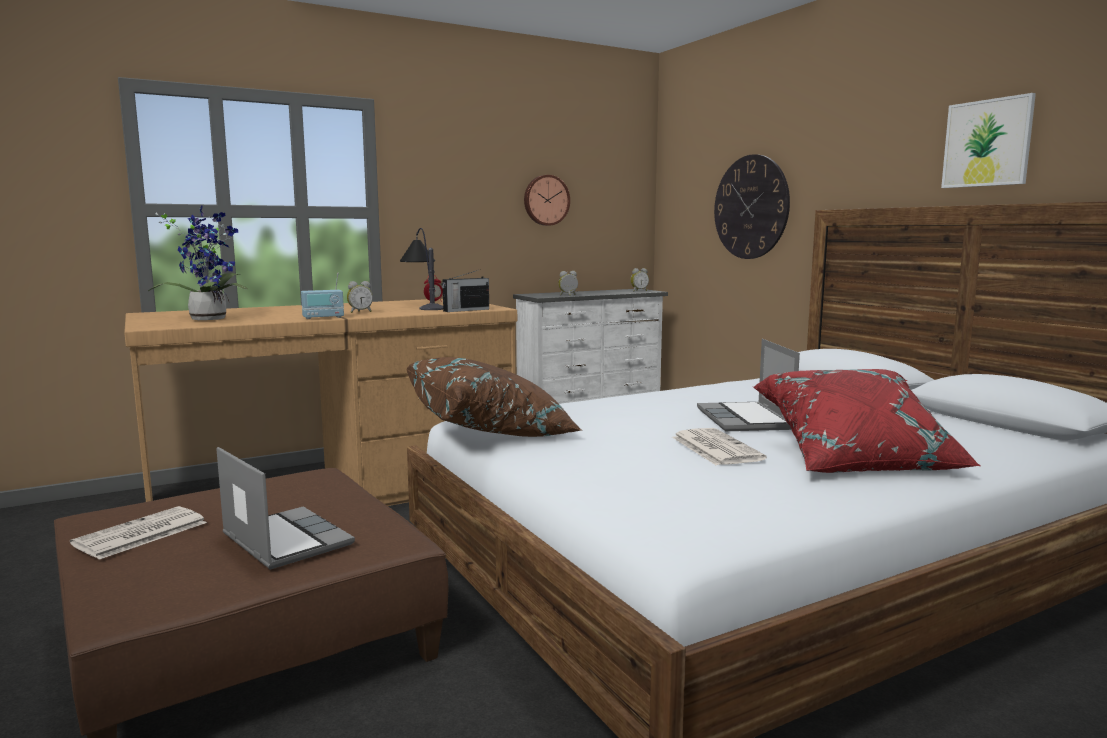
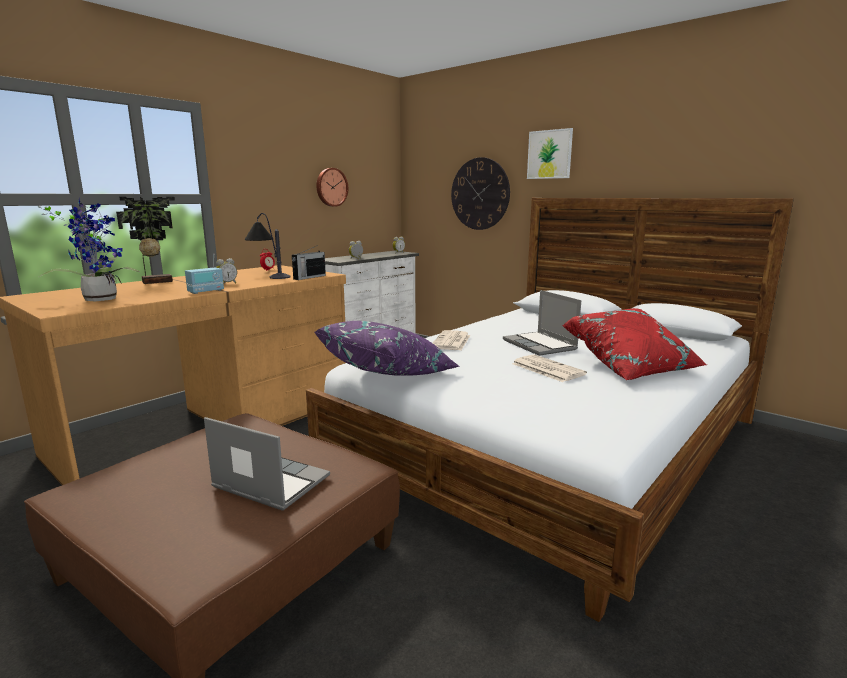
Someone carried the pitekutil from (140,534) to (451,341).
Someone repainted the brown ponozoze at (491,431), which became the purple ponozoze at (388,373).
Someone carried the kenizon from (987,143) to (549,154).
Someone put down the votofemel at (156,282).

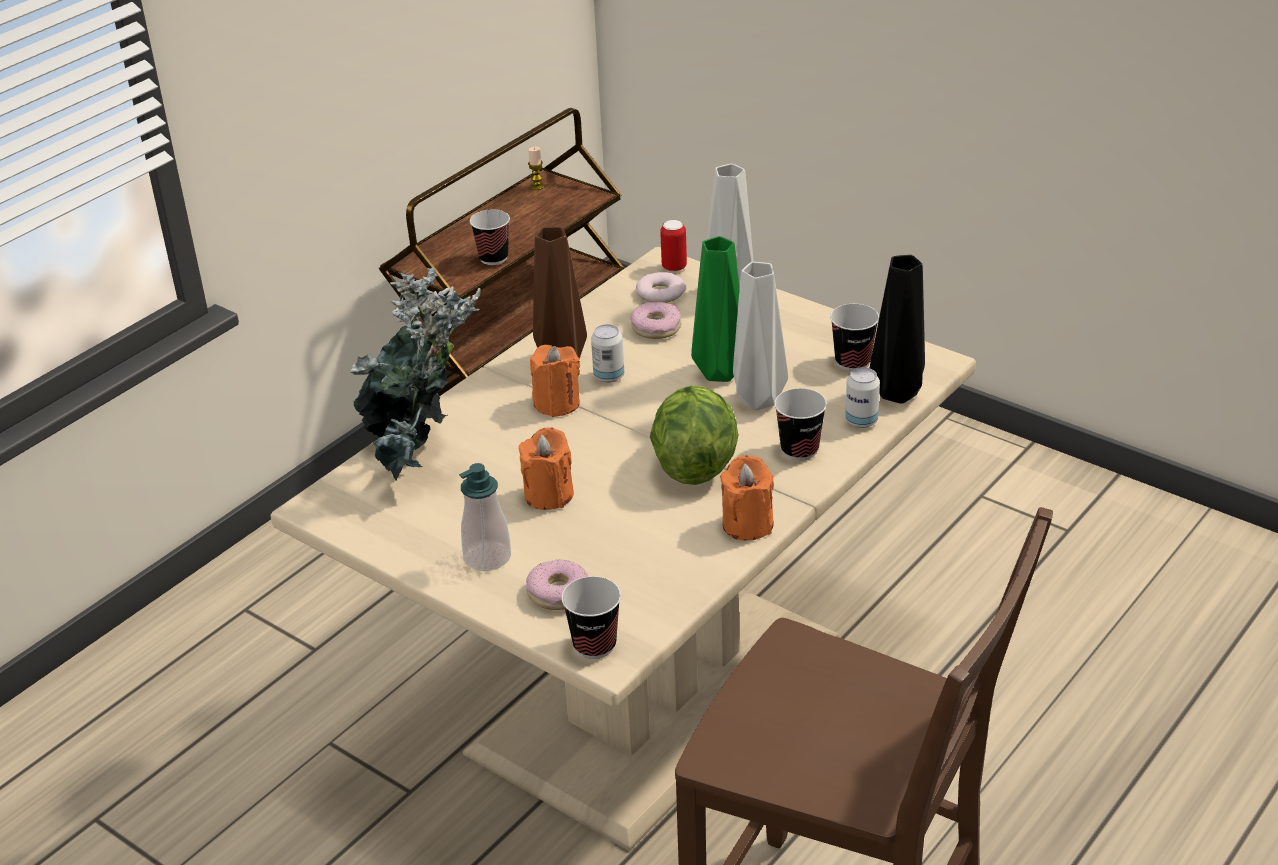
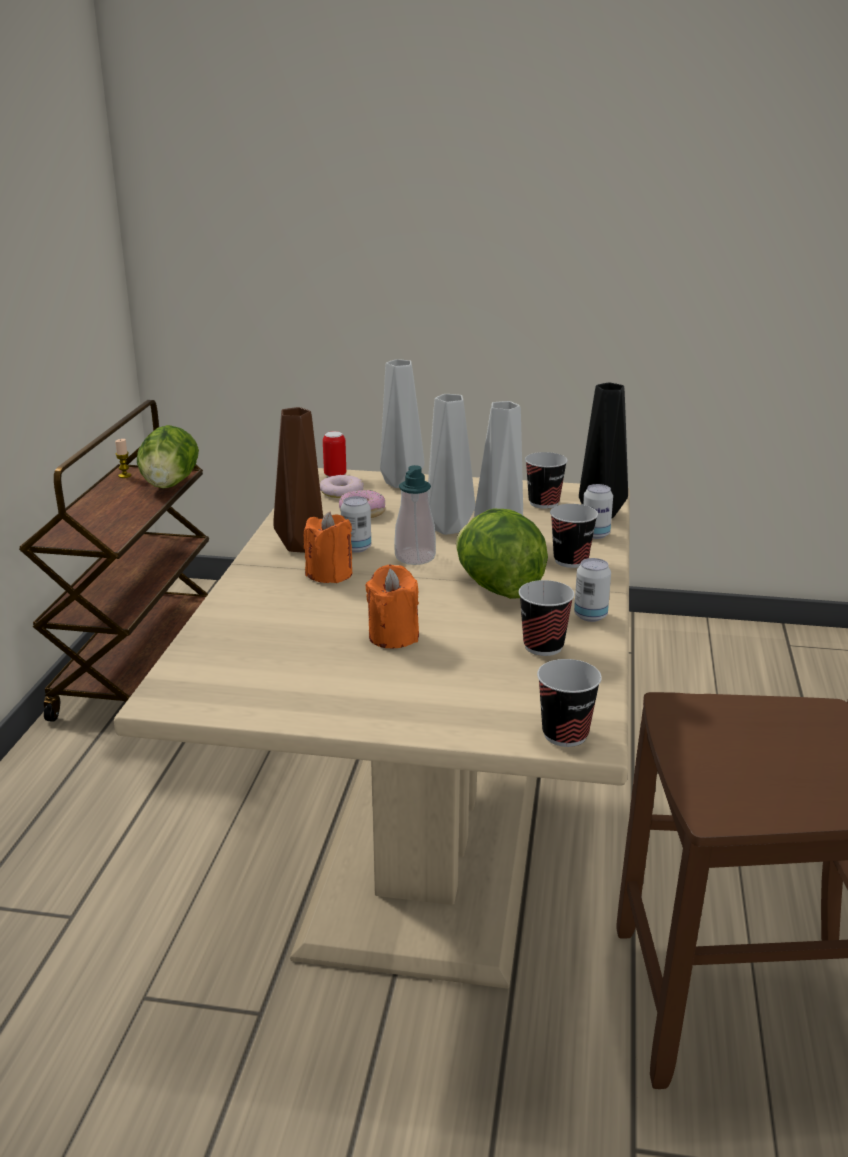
Someone took away the votofemel at (420,459).
Someone carried the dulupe from (487,557) to (415,557).
Someone carried the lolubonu from (493,258) to (543,646).
Someone took away the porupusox at (558,593).
Someone repainted the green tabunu at (721,372), which became the grey tabunu at (449,527).
Someone swapped the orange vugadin at (747,524) for the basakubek at (590,616).
Someone put down the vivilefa at (170,484).

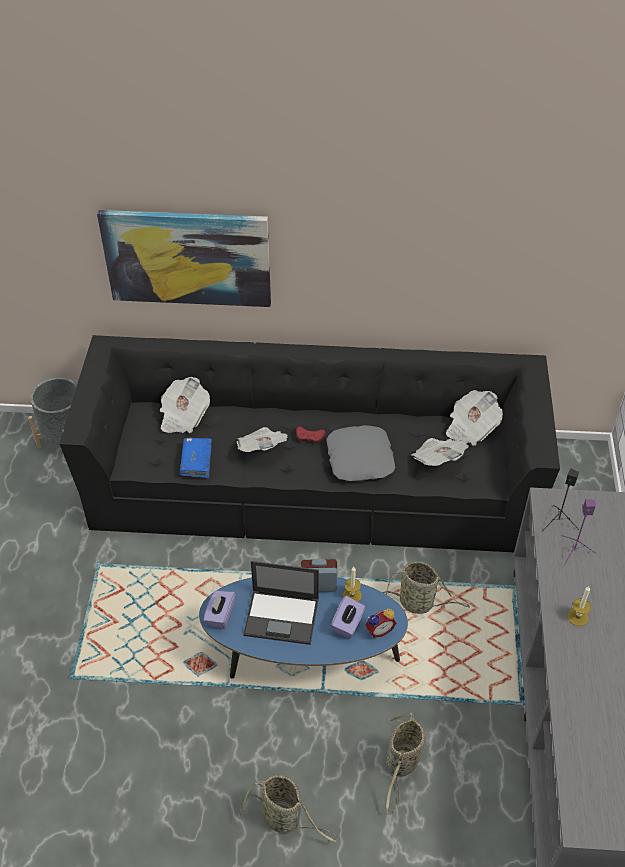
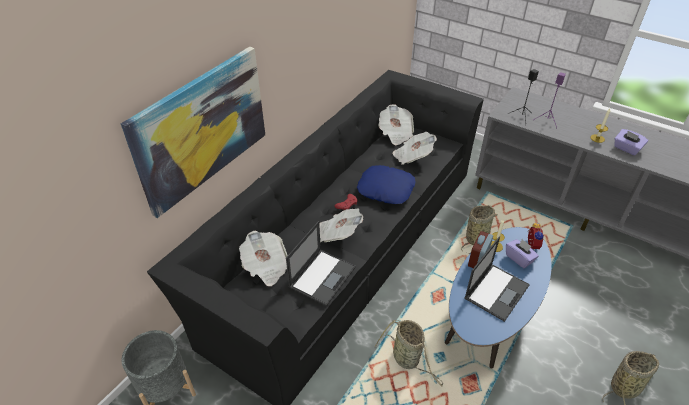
Someone swapped the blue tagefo at (196,461) for the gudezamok at (322,276).
Someone carried the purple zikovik from (220,615) to (626,149).
Someone repainted the grey ponozoze at (360,458), which became the blue ponozoze at (386,189).
Someone carried the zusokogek from (401,764) to (407,359).

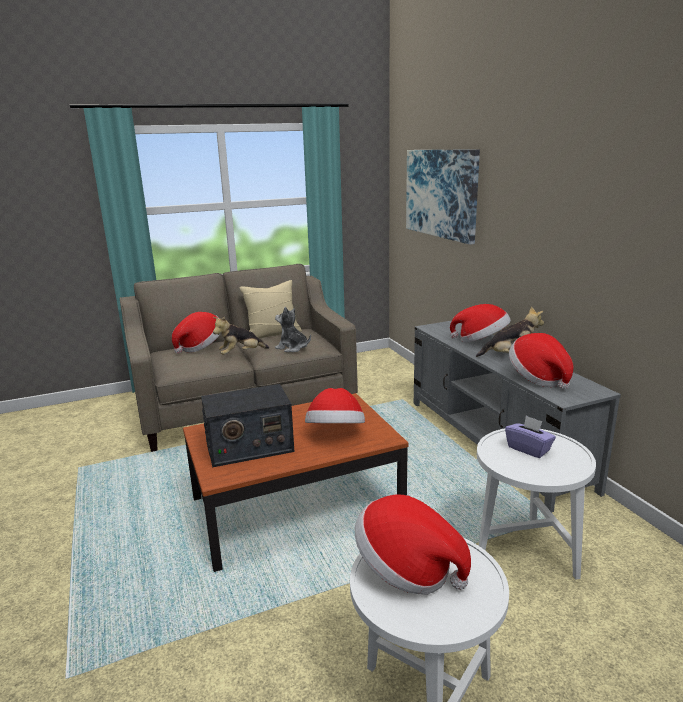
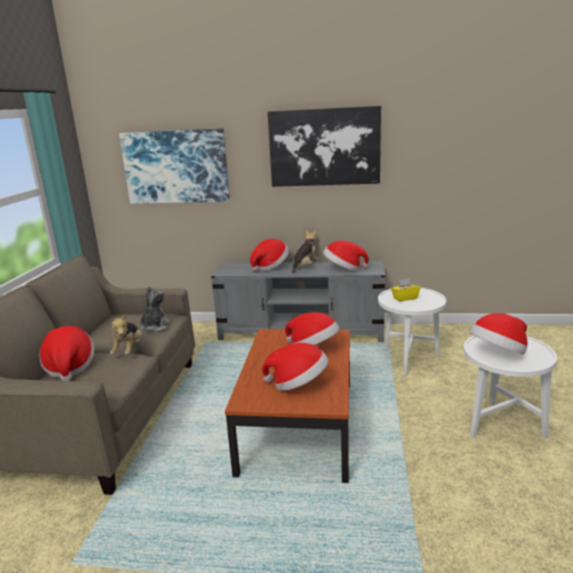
Someone swapped the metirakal at (249,447) for the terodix at (298,384).
Someone took away the beige ponozoze at (273,334).
Someone rotated the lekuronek at (292,348) by 135 degrees clockwise.
Someone repainted the purple zikovik at (528,449), which became the yellow zikovik at (405,298).
Someone put up the kenizon at (324,147).

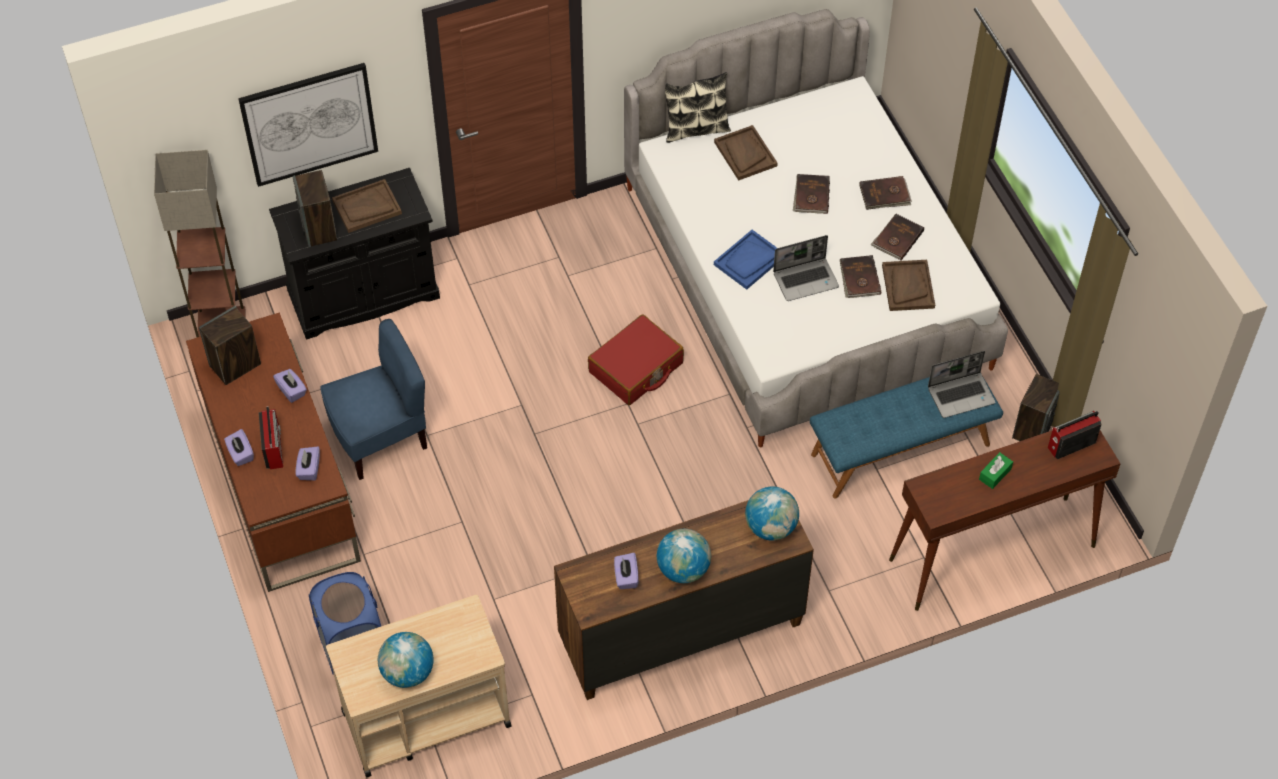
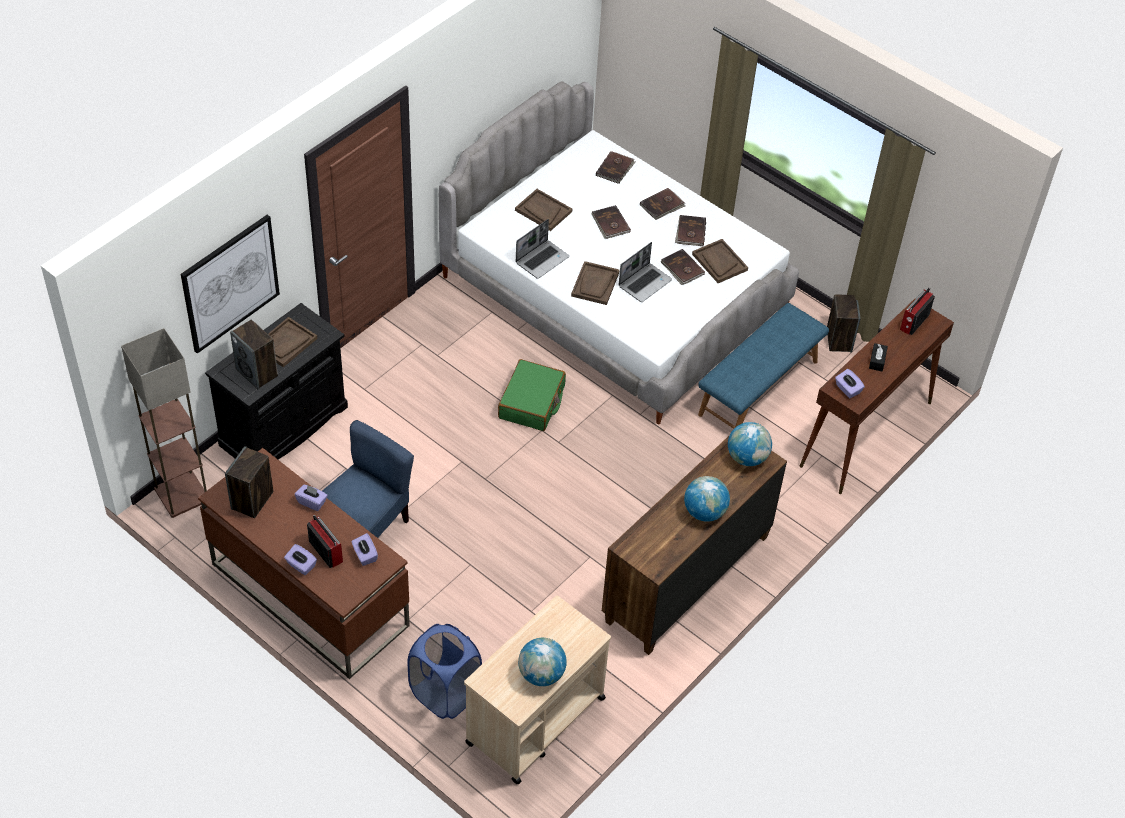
Someone repainted the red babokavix at (636,368), which became the green babokavix at (532,402).
Someone carried the purple zikovik from (626,577) to (847,389).
Someone took away the ponozoze at (696,128).
Someone repainted the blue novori at (749,261), which became the brown novori at (595,284).
Someone carried the gudezamok from (961,395) to (542,259).
Someone repainted the green zikovik at (995,474), which became the black zikovik at (877,361).
Someone put down the brown tagefo at (615,169).

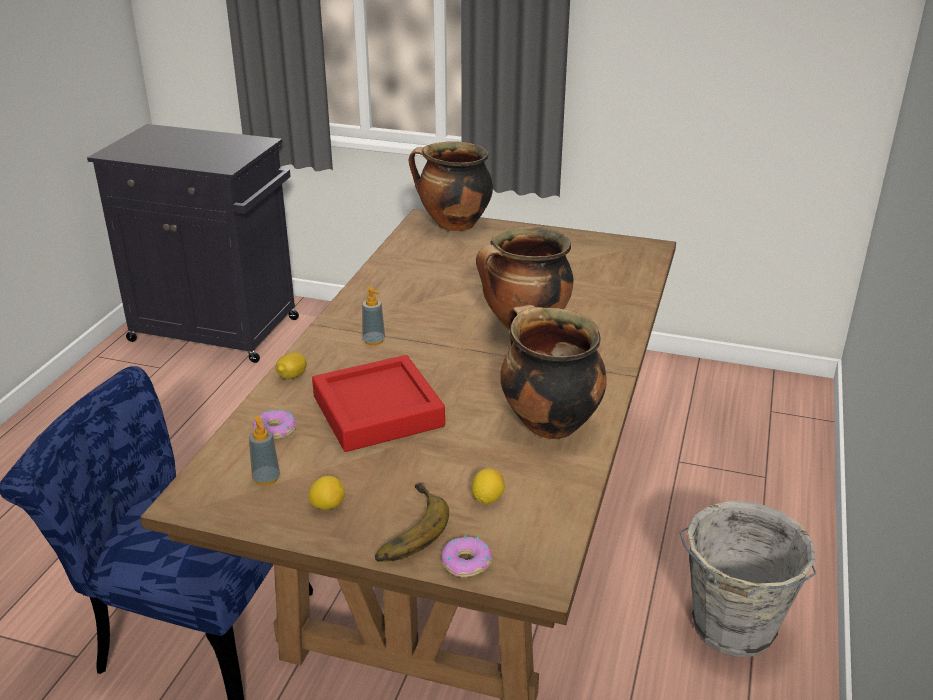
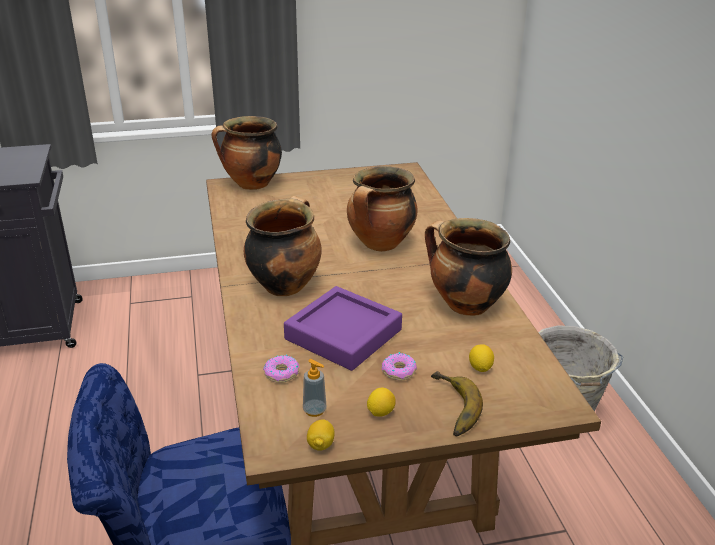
Someone carried the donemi from (292,376) to (320,445).
Someone repainted the red novori at (378,411), which became the purple novori at (343,334).
Someone swapped the dulupe at (374,341) for the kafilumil at (284,285).
Someone carried the porupusox from (466,563) to (399,371).

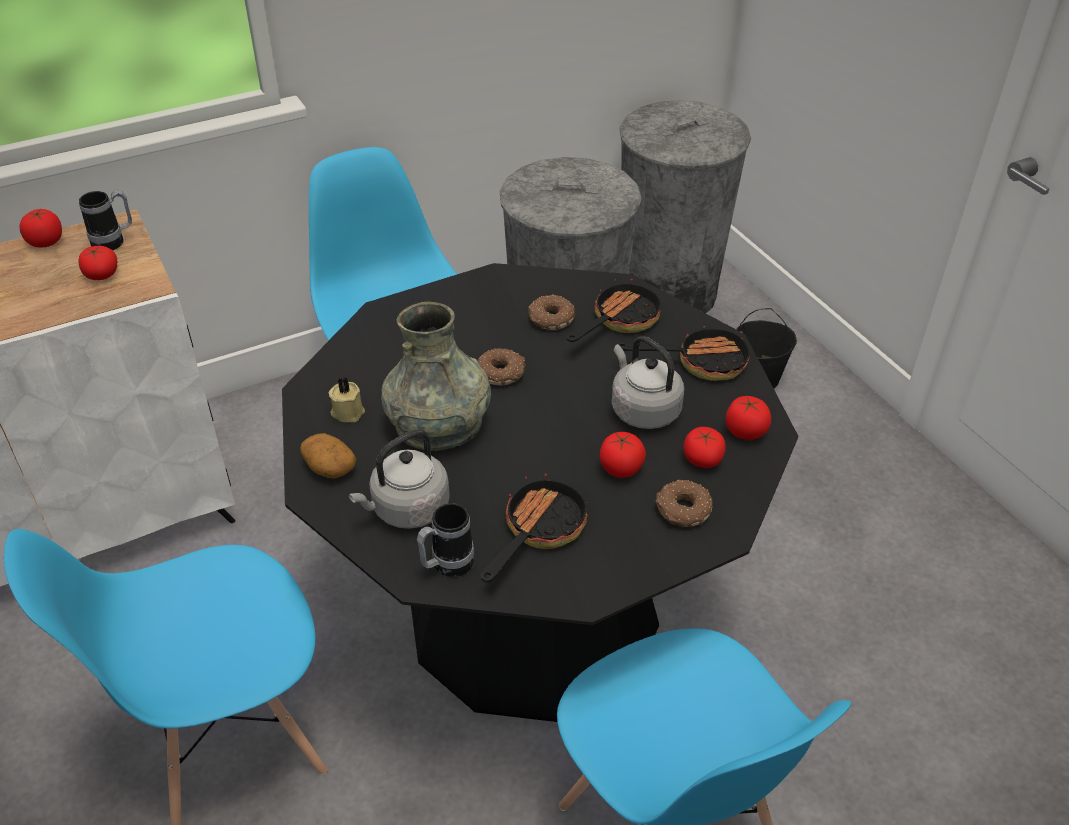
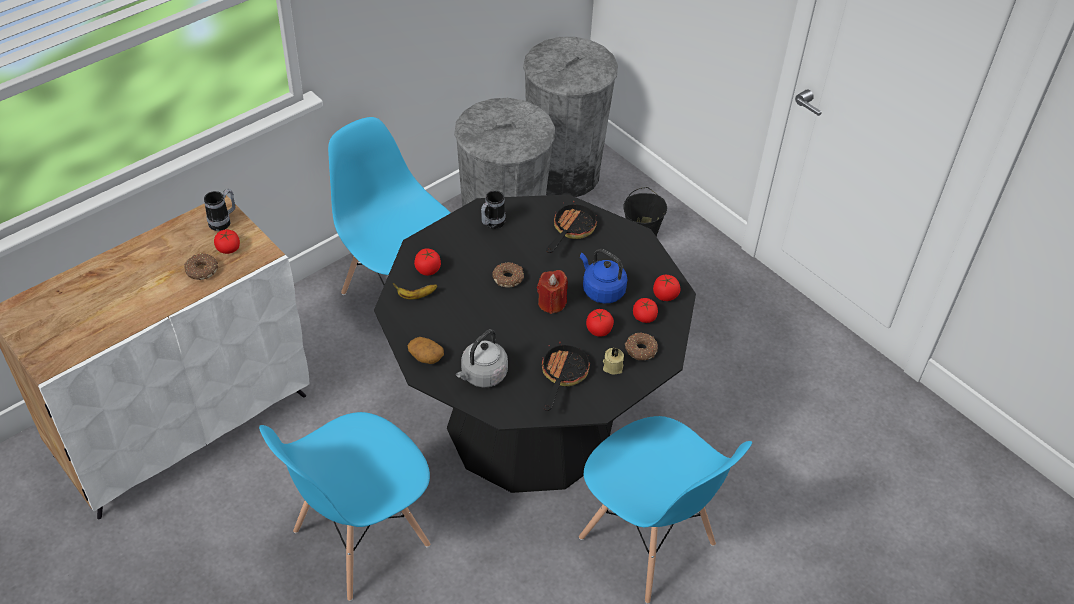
Someone carried the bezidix from (46,242) to (428,269).
Someone carried the beige vugadin from (348,411) to (612,366).
Someone took away the grey tabunu at (439,424).
Someone carried the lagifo from (446,566) to (491,224).
Someone carried the porupusox from (550,319) to (201,271).
Someone repainted the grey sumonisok at (642,409), which became the blue sumonisok at (601,290).
Someone took away the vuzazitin at (700,362).
Someone put down the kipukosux at (416,296).
Someone put down the red vugadin at (551,303).

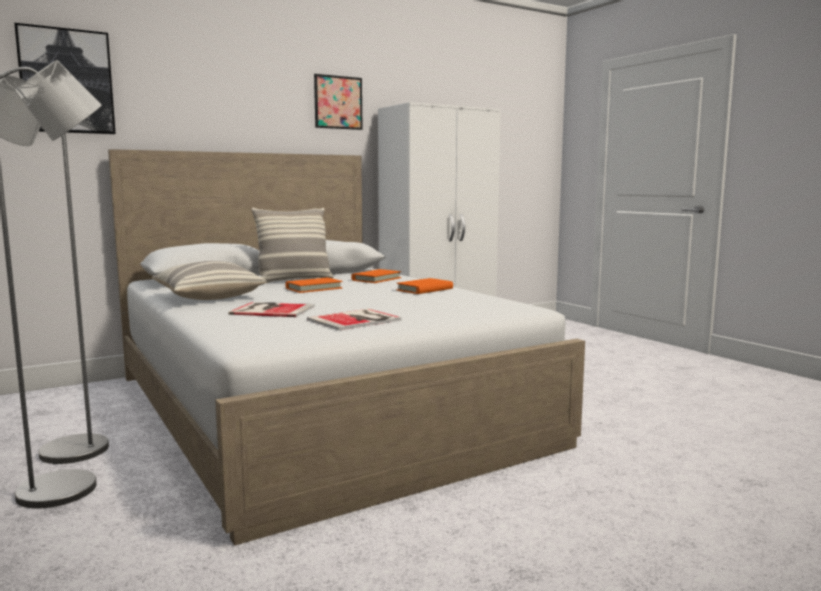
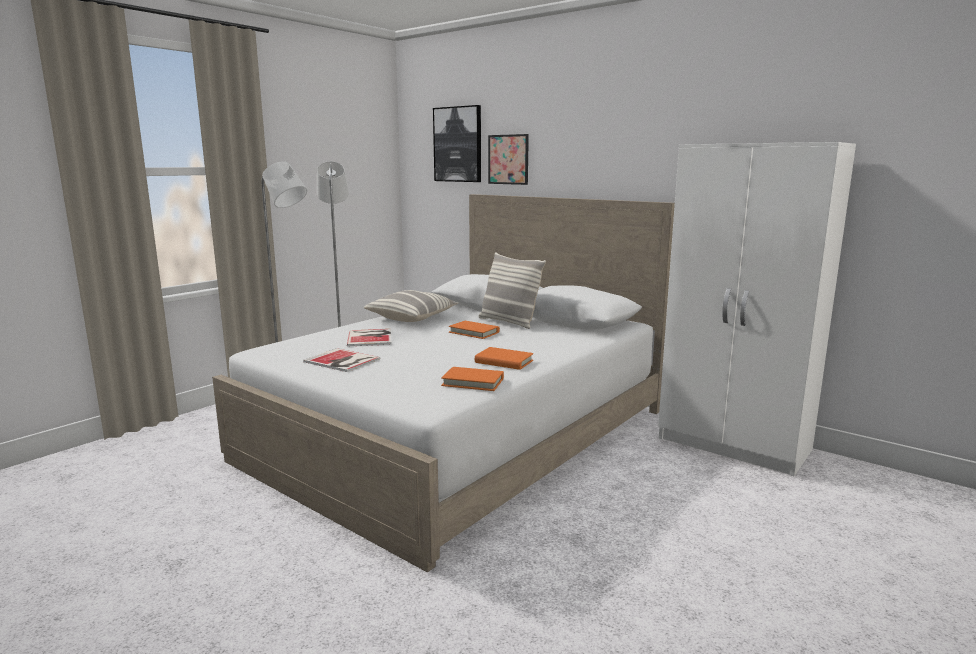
Someone carried the kenizon from (338,102) to (508,159).
Someone carried the orange tagefo from (376,279) to (473,382).

